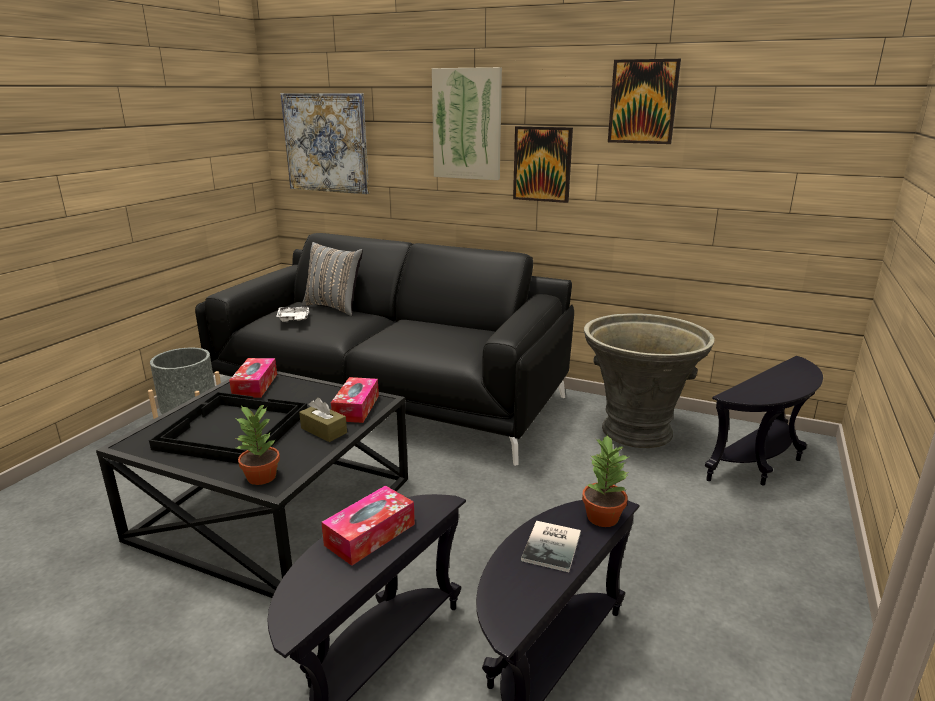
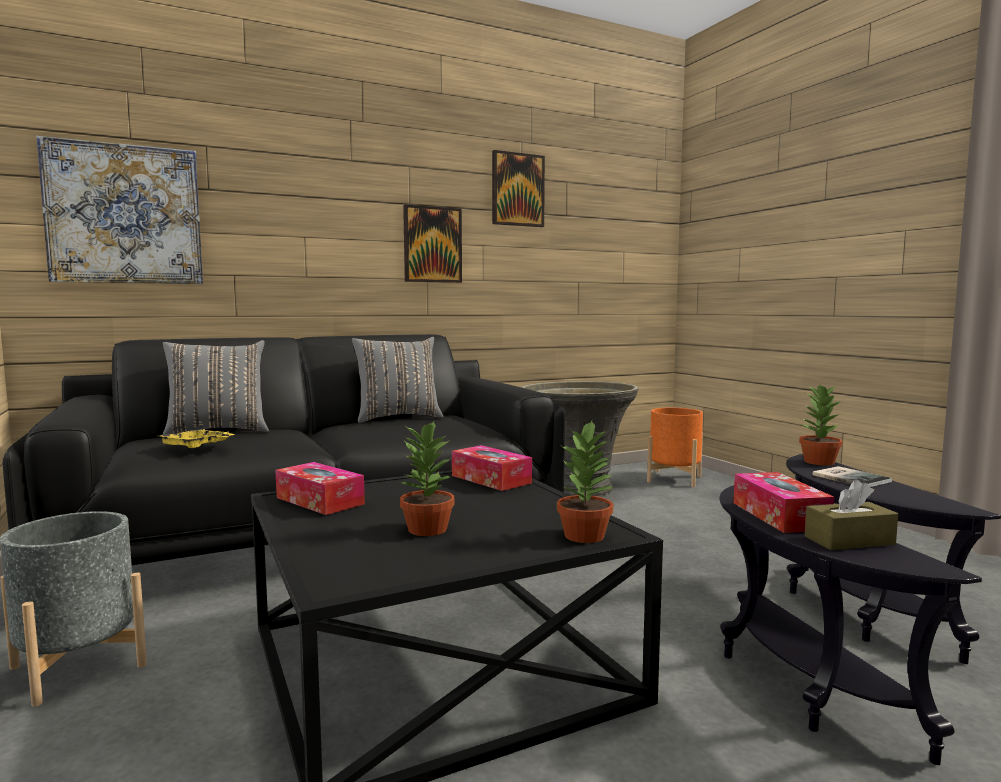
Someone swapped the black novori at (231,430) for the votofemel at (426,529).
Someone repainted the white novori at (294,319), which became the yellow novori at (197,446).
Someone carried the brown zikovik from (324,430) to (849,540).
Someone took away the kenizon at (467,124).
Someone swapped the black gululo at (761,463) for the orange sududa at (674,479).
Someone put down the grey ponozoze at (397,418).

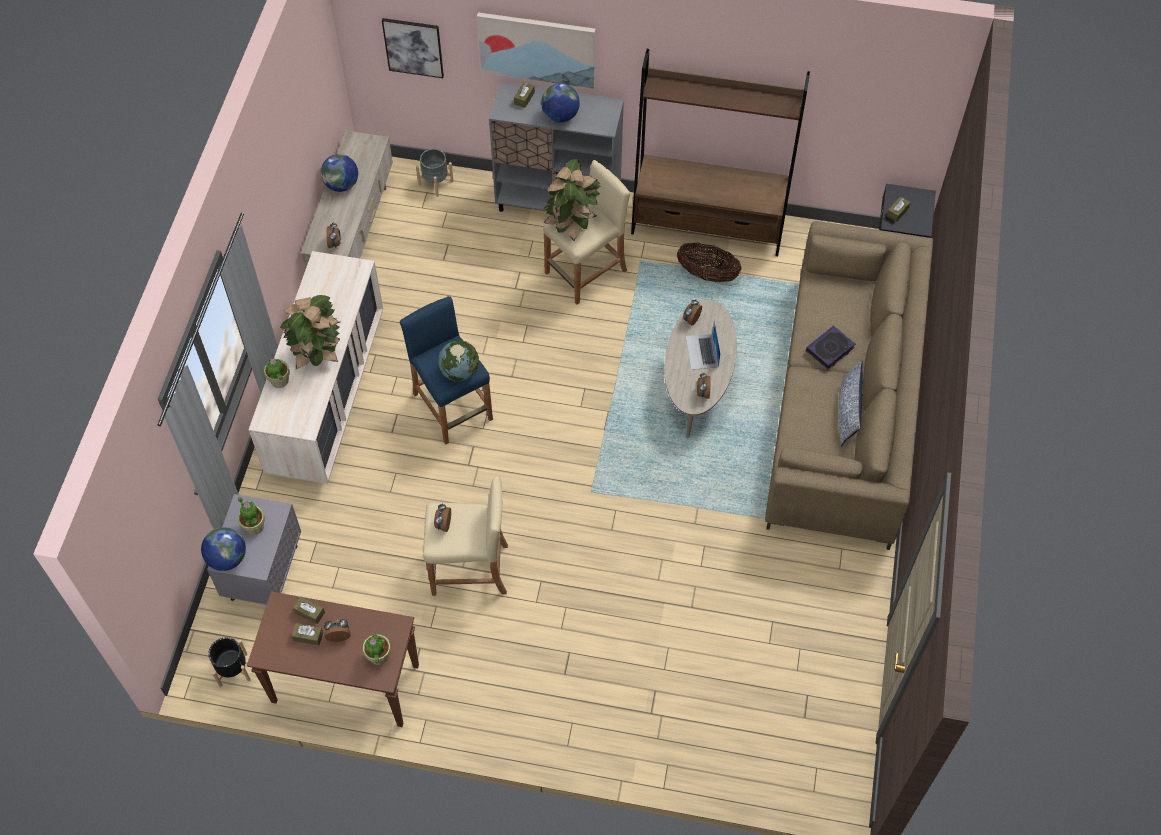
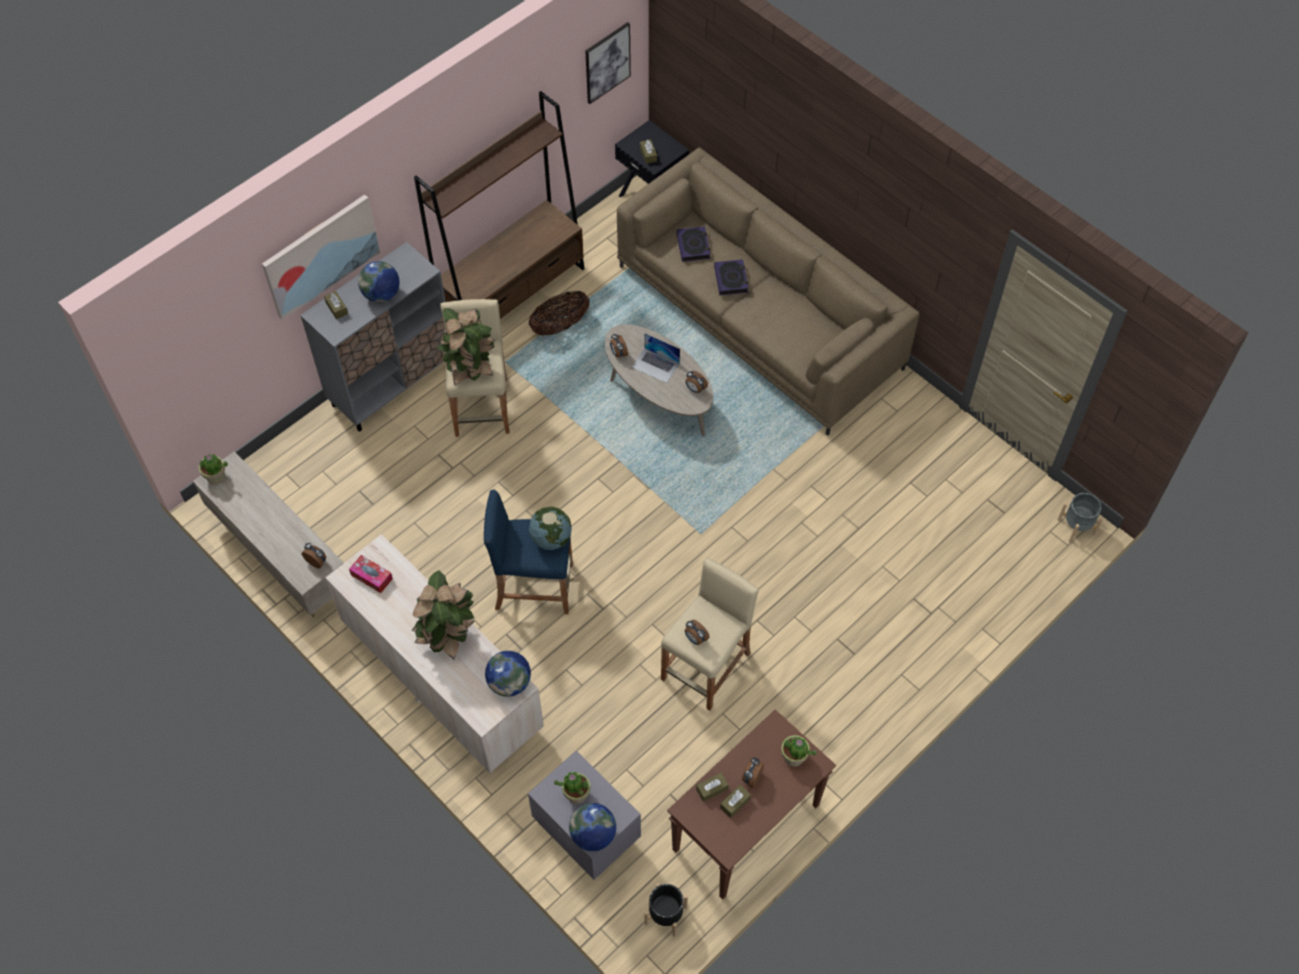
Someone carried the votofemel from (279,381) to (216,477).
Someone carried the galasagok from (342,185) to (509,683).
Someone carried the kenizon from (413,47) to (607,62).
Someone carried the grey sududa from (435,183) to (1076,527).
Someone took away the ponozoze at (847,411).
Someone put down the zikovik at (371,577).
Someone put down the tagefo at (693,246).

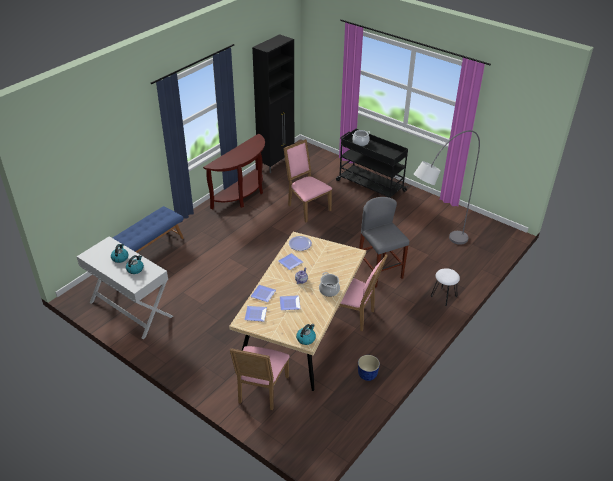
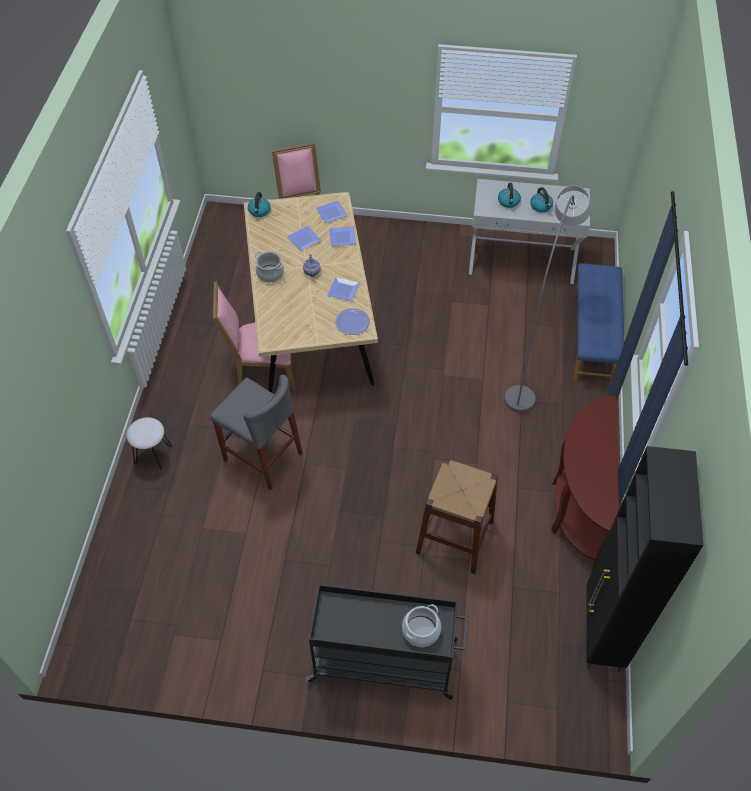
Someone swapped the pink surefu at (307,207) for the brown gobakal at (455,536).
Someone took away the sududa at (367,375).
Someone carried the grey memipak from (434,252) to (534,357).

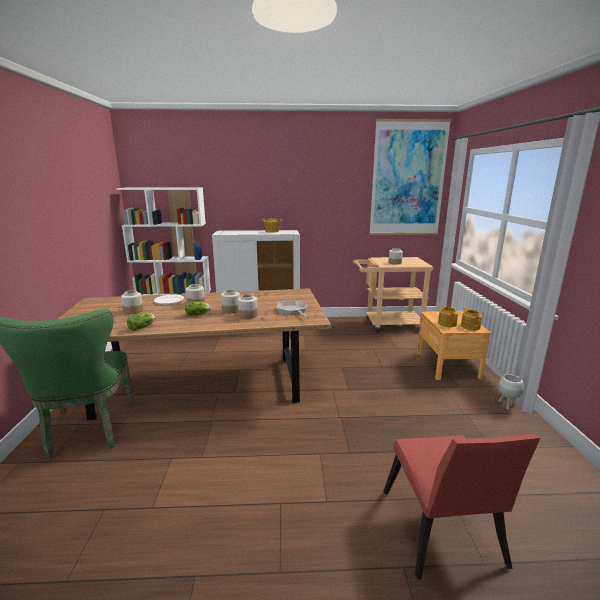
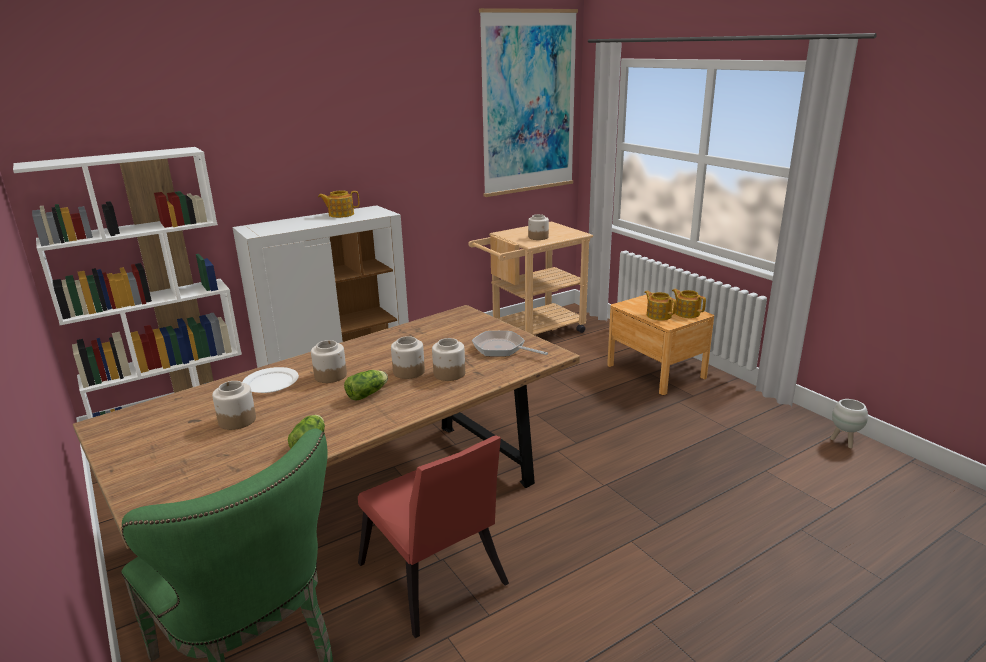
Someone carried the red surefu from (442,534) to (435,581).
Someone carried the white sududa from (507,405) to (844,442).

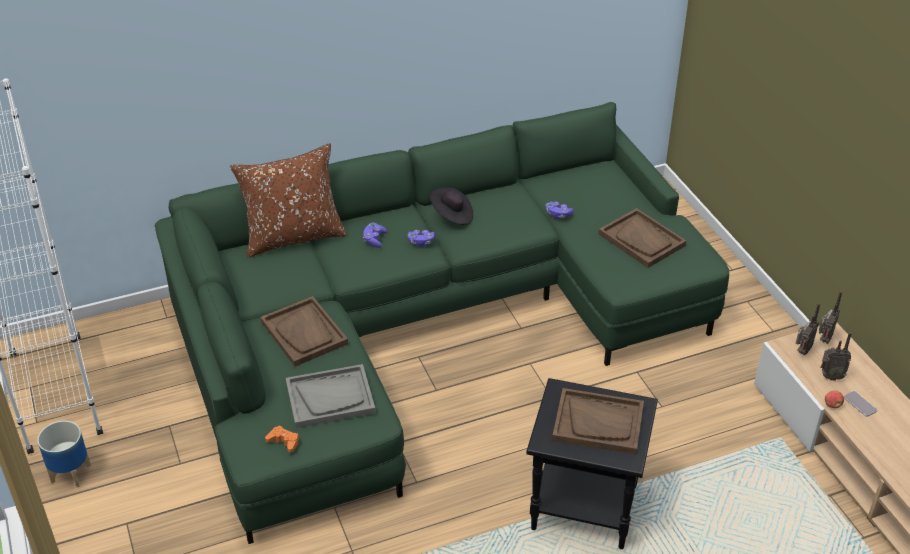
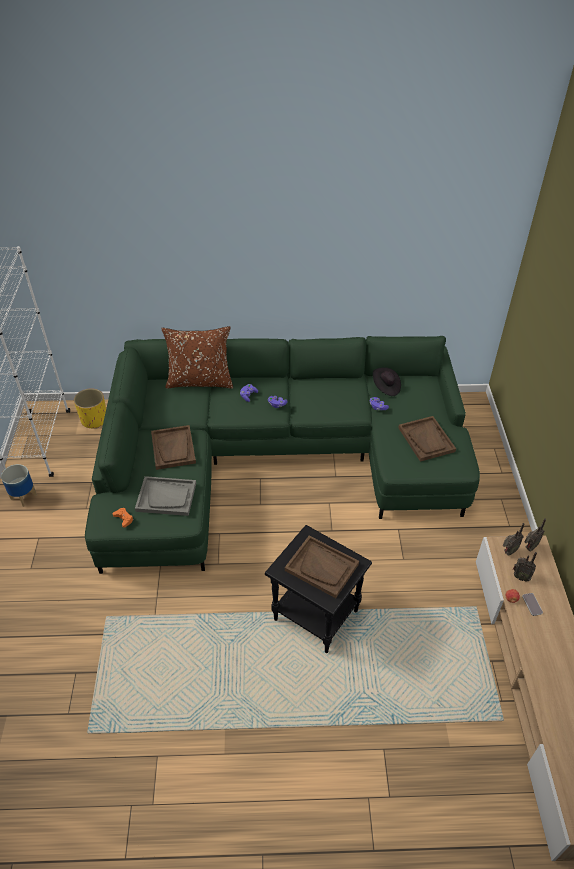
Someone carried the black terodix from (452,215) to (386,387).
Someone put down the yellow sududa at (94,419).

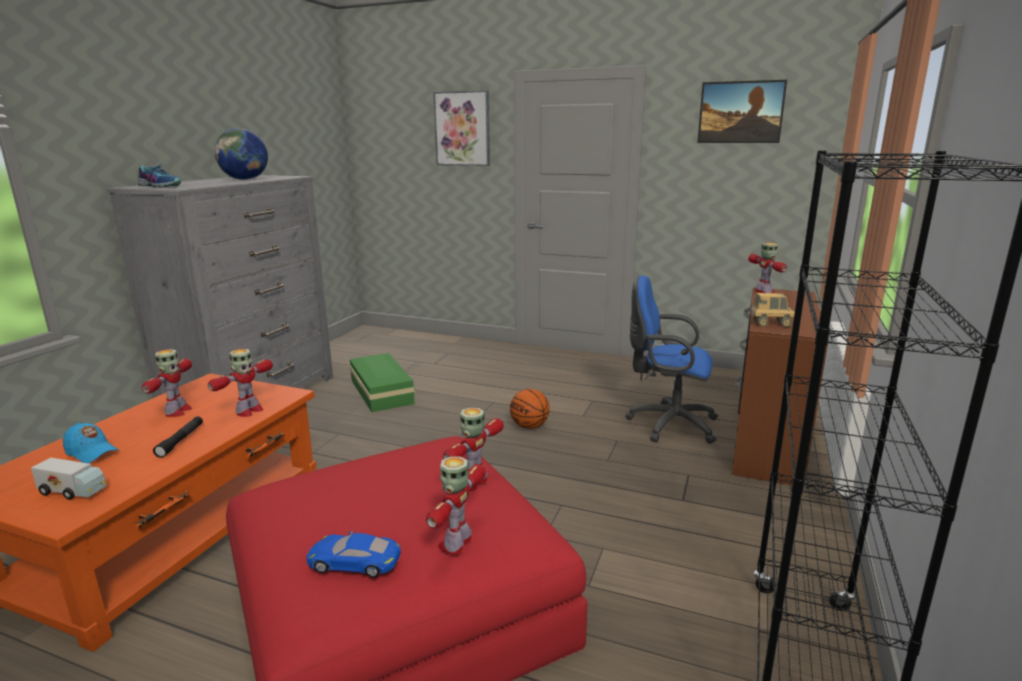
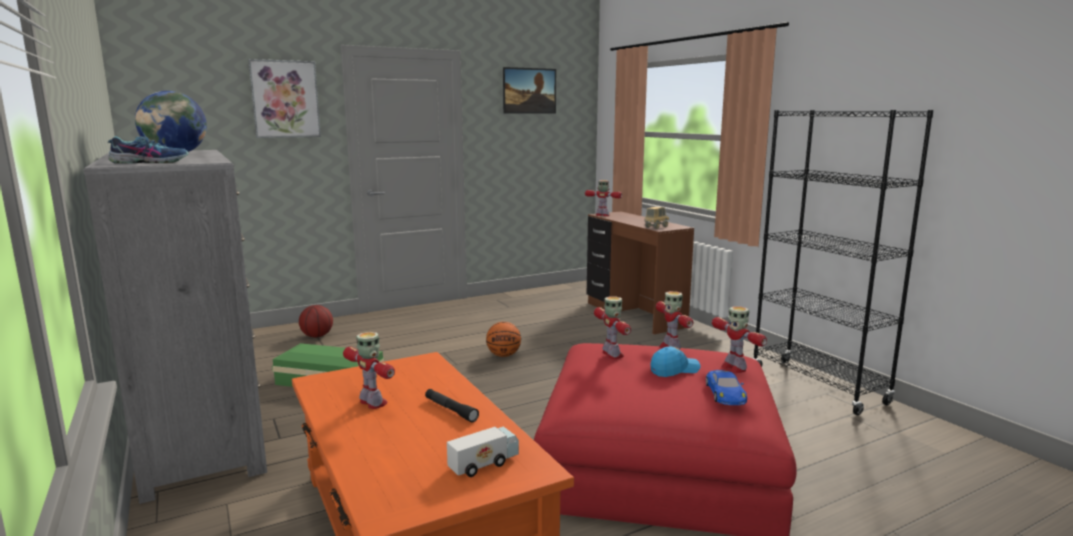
Someone carried the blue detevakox from (92,452) to (674,370).
Someone carried the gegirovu from (249,411) to (612,355).
Someone rotated the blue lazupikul at (354,561) by 45 degrees counterclockwise.
Someone took away the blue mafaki at (667,424).
Someone put down the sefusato at (317,336).

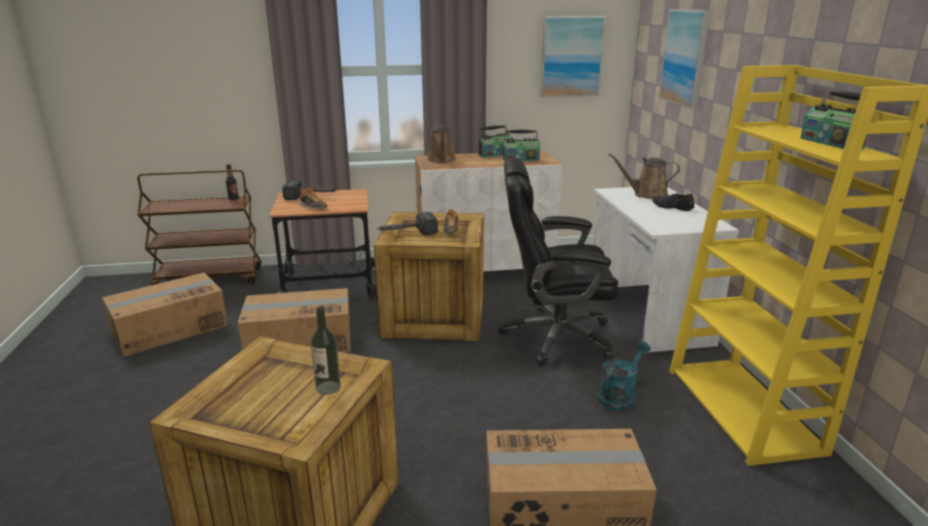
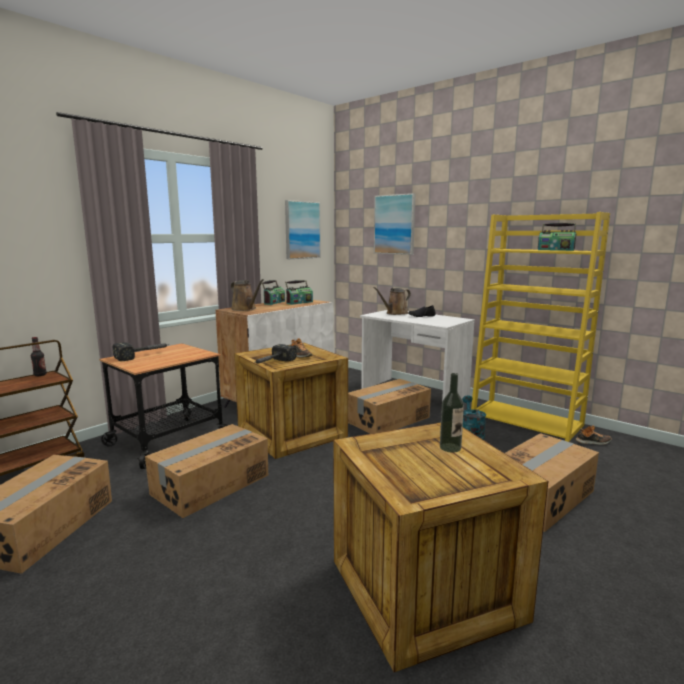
Someone carried the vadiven from (312,207) to (593,442).
Someone swapped the black mafaki at (554,337) for the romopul at (387,419).

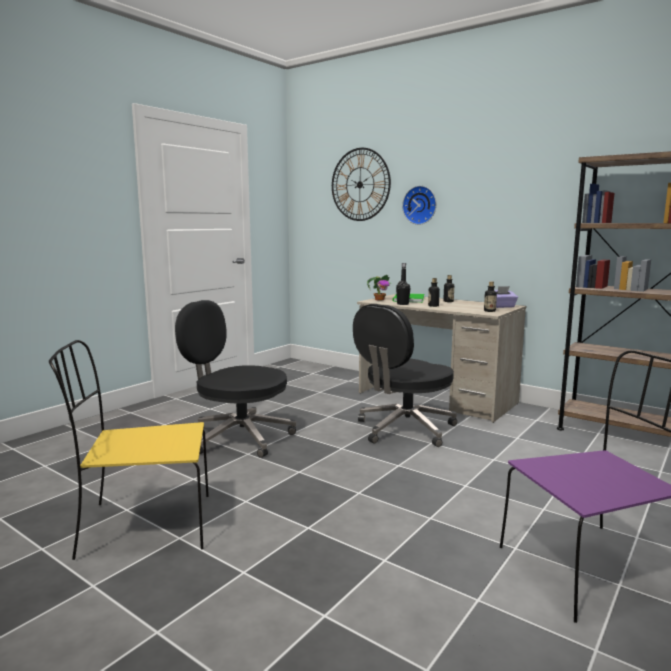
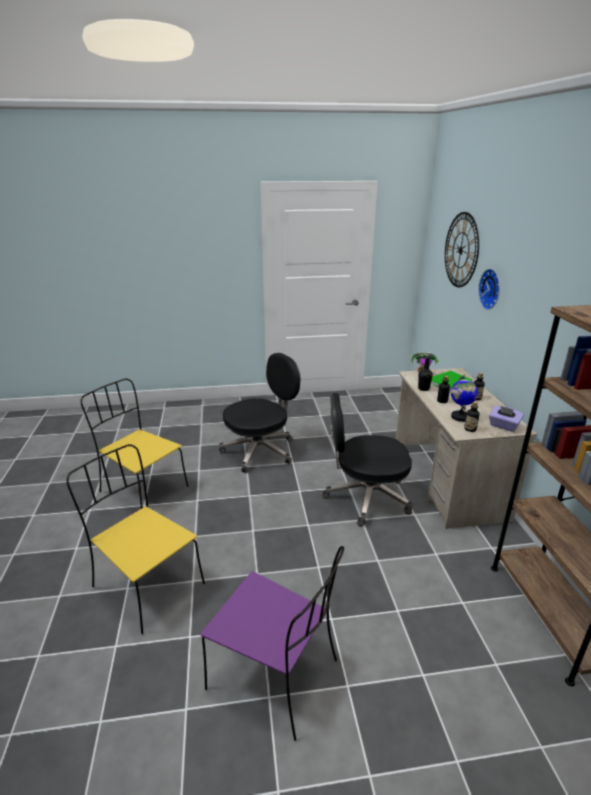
Someone rotated the black mafaki at (238,437) by 75 degrees clockwise.
Someone put down the yellow surefu at (146,584).
Someone put down the galasagok at (460,417).

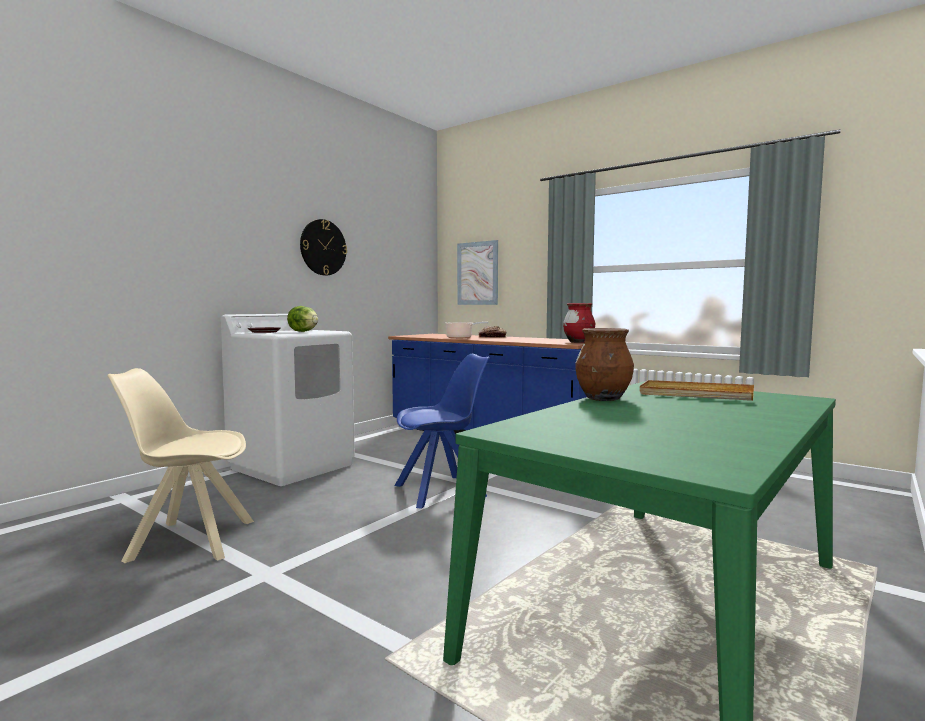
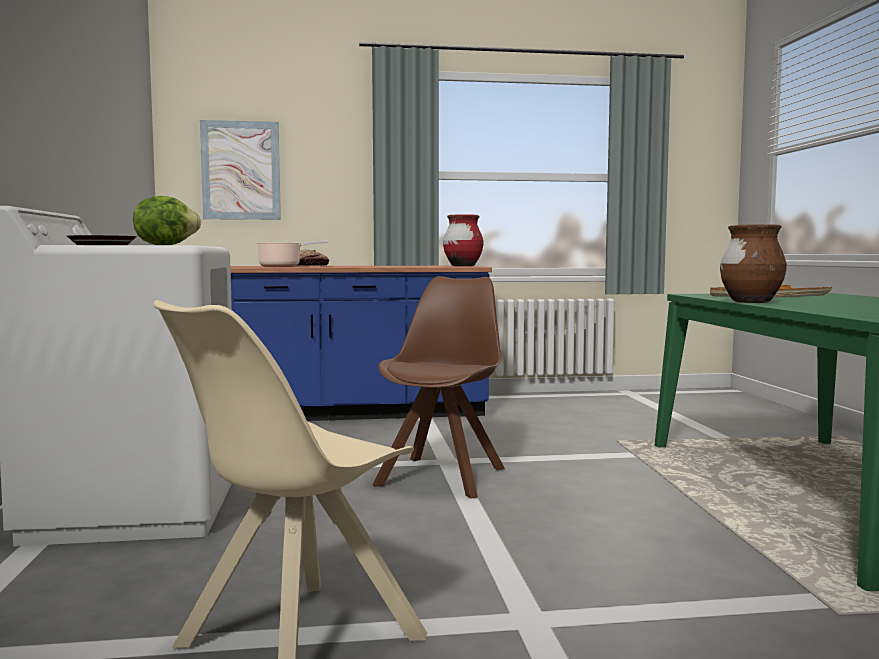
Someone took away the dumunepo at (323,247).
Someone repainted the blue surefu at (442,491), which became the brown surefu at (443,476).

